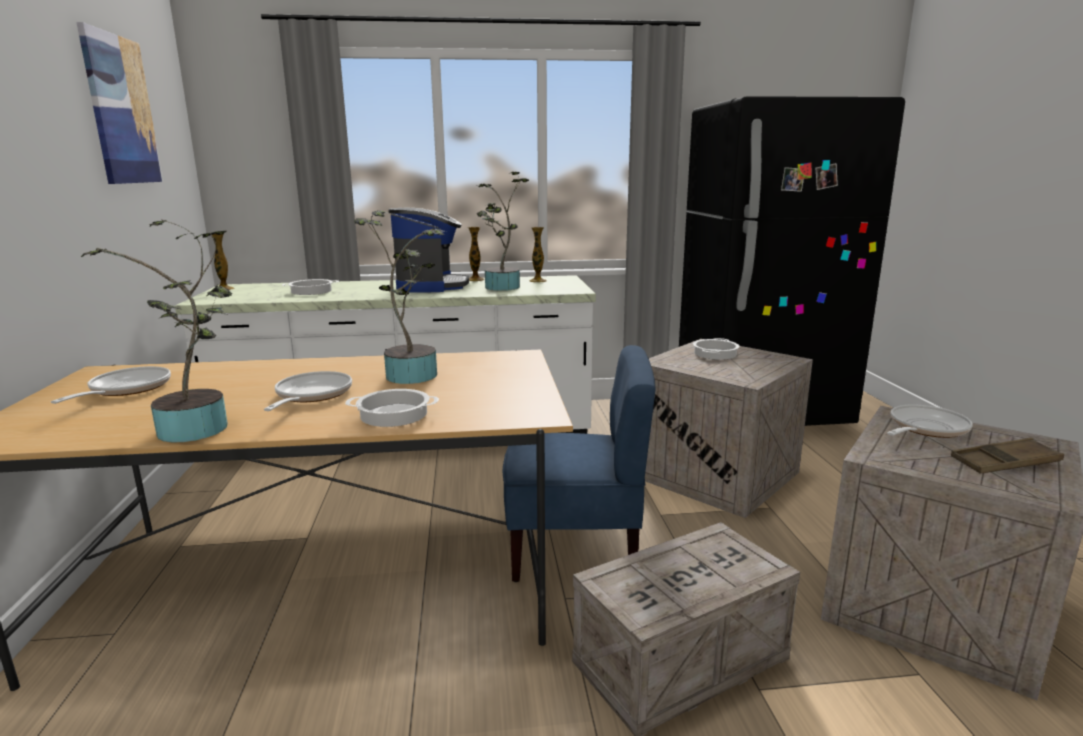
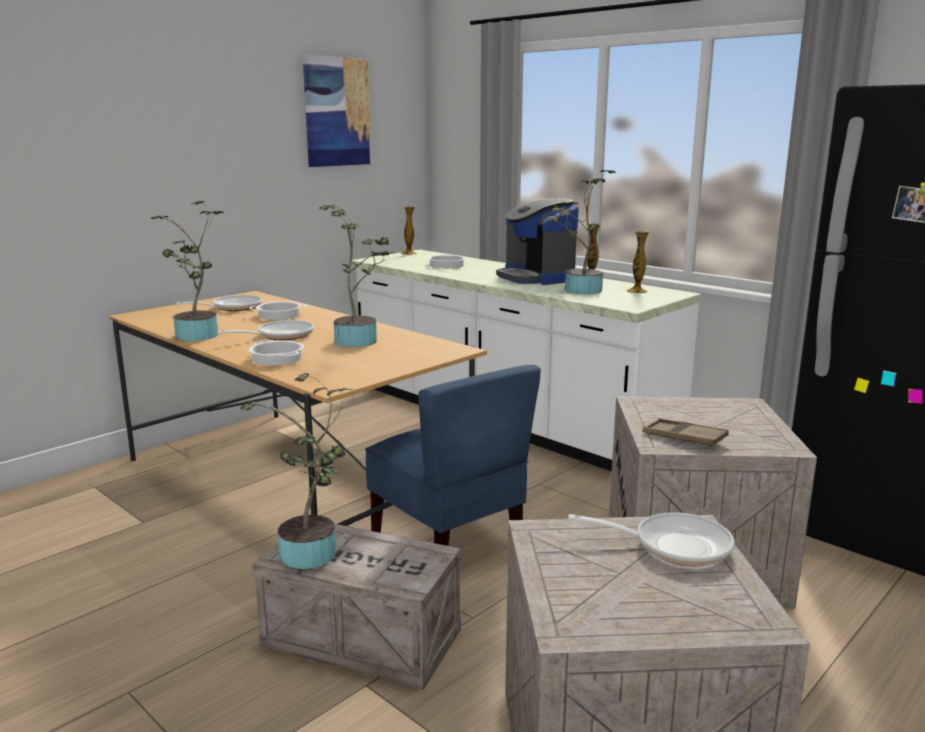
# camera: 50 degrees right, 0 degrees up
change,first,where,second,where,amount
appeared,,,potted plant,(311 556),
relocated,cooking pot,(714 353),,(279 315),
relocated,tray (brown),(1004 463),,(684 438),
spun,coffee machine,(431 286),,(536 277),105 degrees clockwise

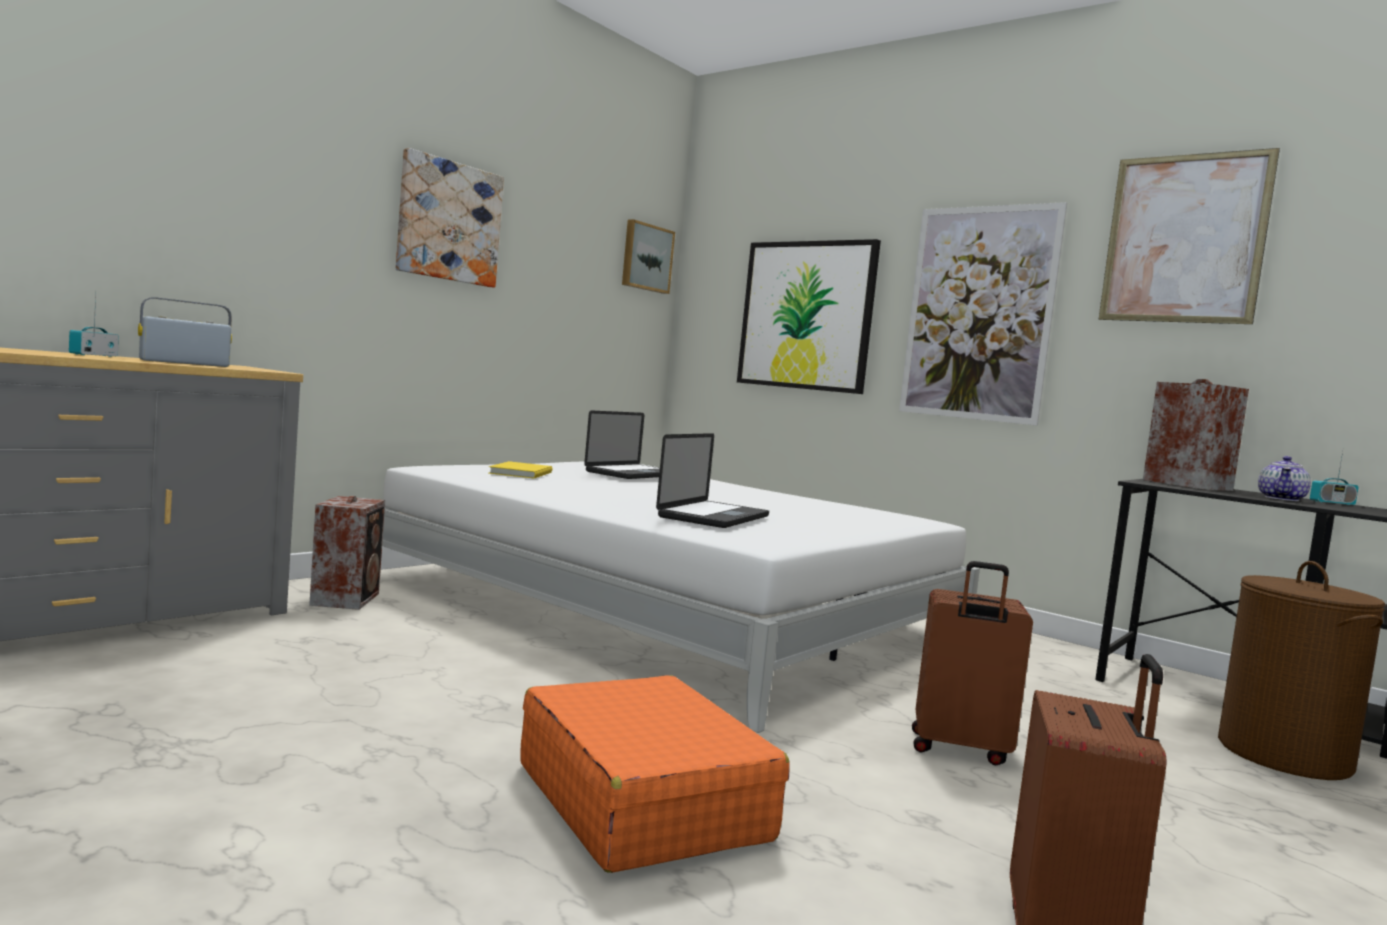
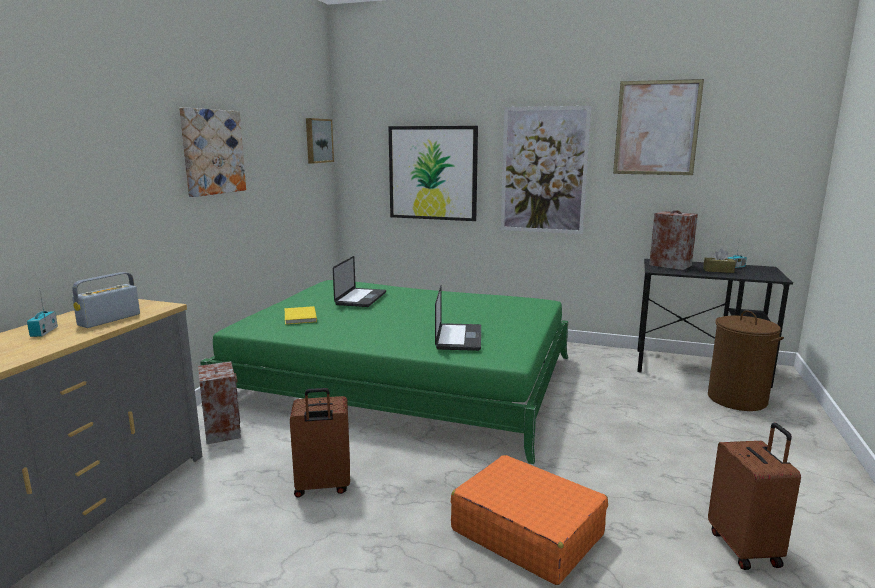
# camera: 20 degrees left, 10 degrees up
change,first,where,second,where,amount
relocated,suitcase (brown),(959 750),,(322 486),
exchanged,teapot,(1282 499),tissue box (brown),(718 270),
colour,bed (white),(662 607),bed (green),(403 379),

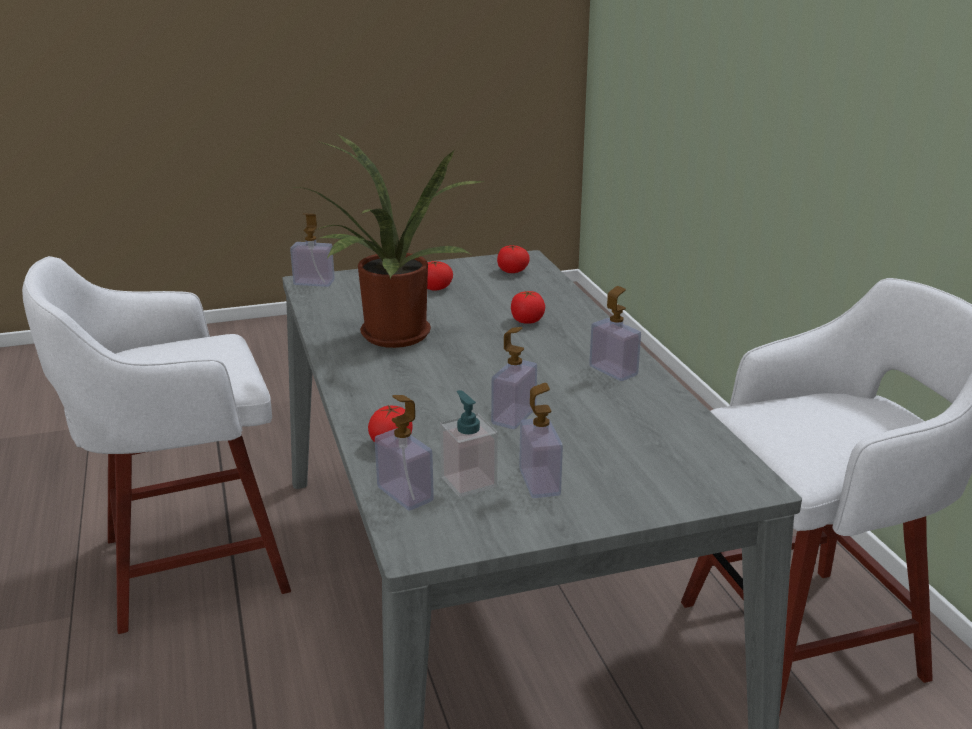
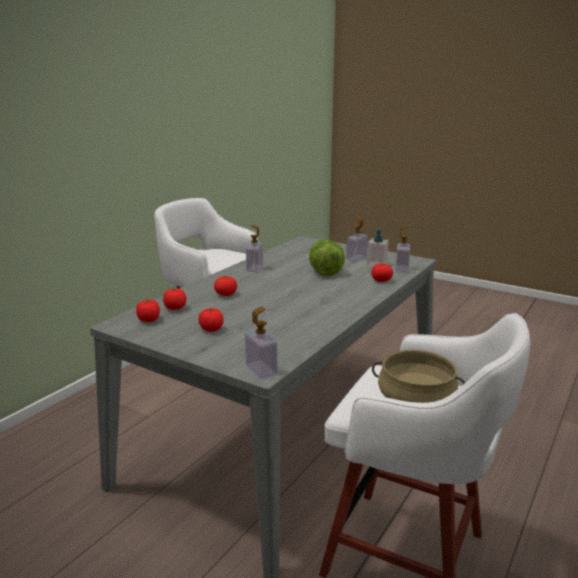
# camera: 130 degrees left, 5 degrees down
change,first,where,second,where,amount
missing,potted plant,(391 338),,,
appeared,,,tomato,(175 308),
appeared,,,cooking pot (beige),(415 401),
exchanged,soap dispenser,(514 416),lettuce,(324 271),

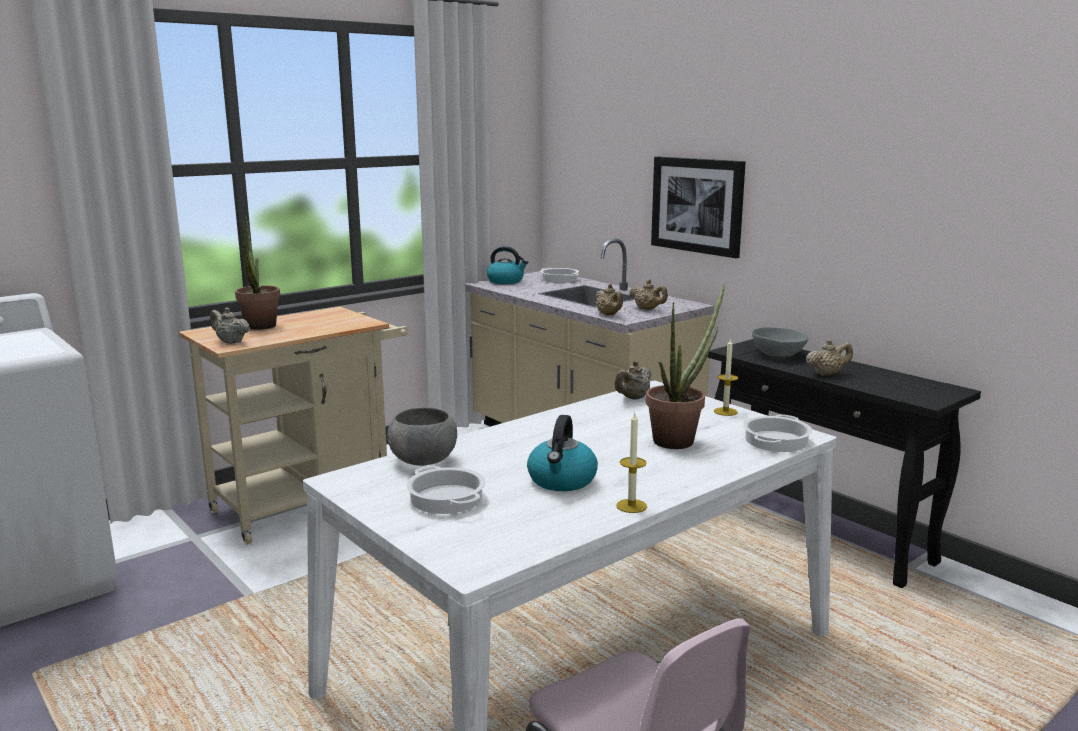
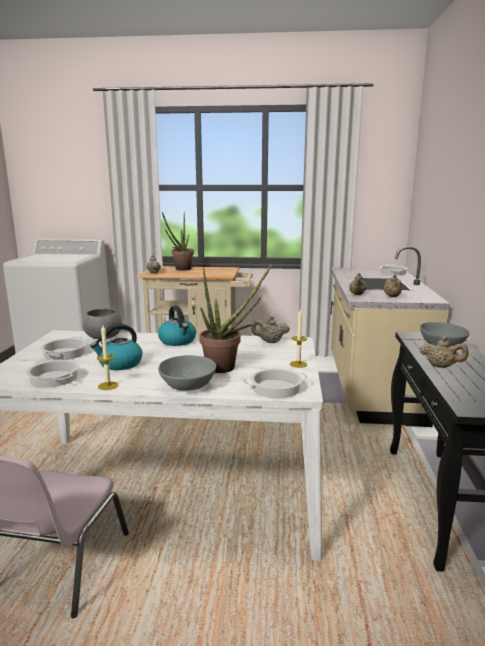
# camera: 45 degrees right, 0 degrees up
change,first,where,second,where,amount
missing,picture,(697 205),,,
appeared,,,cooking pot,(53 378),
appeared,,,bowl (grey),(188 386),
relocated,kettle,(506 281),,(178 341),

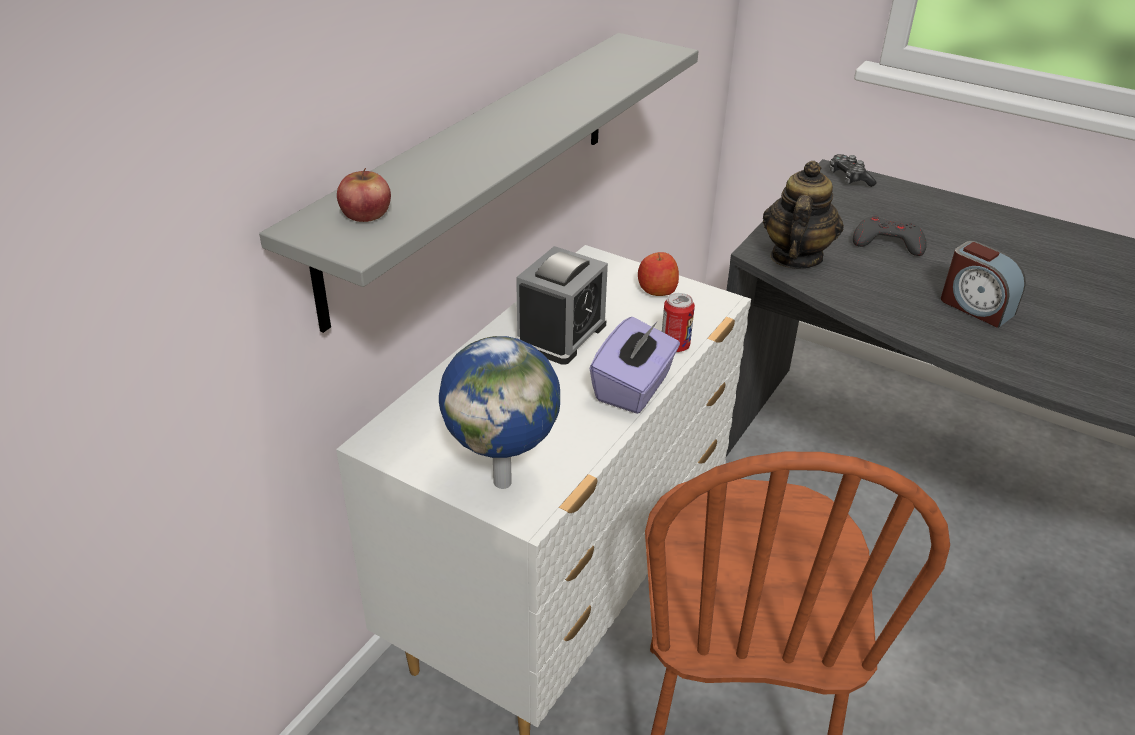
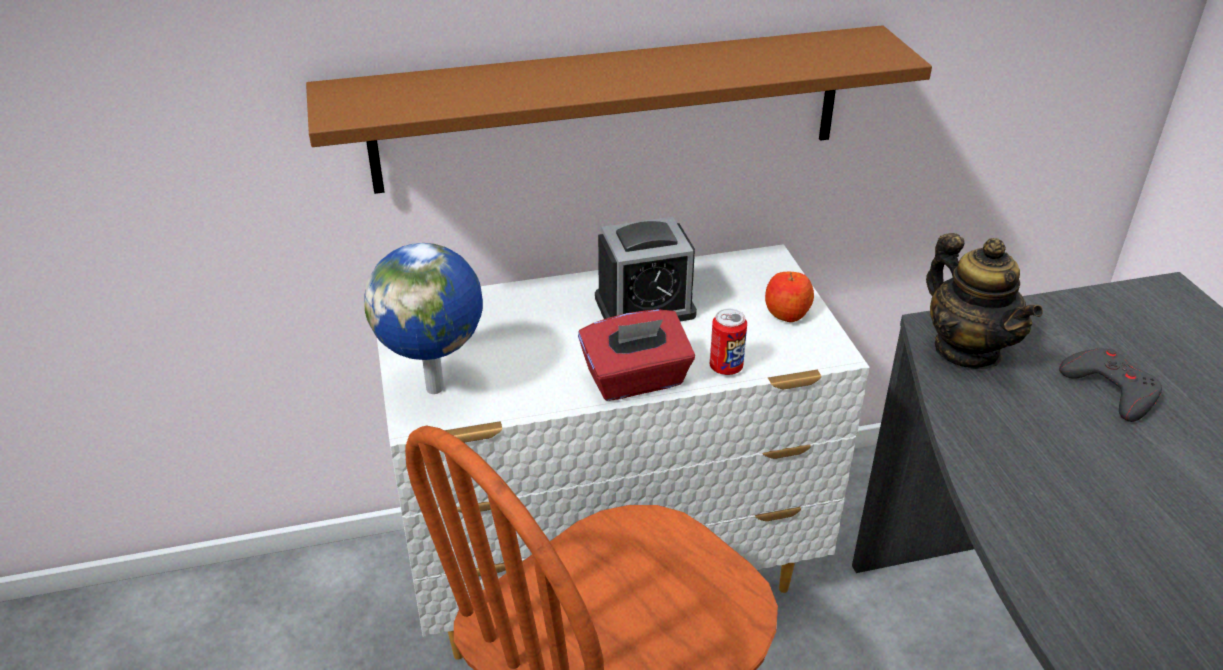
# camera: 45 degrees right, 0 degrees up
change,first,where,second,where,amount
missing,apple,(366 213),,,
missing,game controller,(849 178),,,
missing,alarm clock,(975 307),,,
colour,shelf (grey),(477 168),shelf (brown),(610 109),
colour,tissue box (purple),(634 388),tissue box (red),(636 380),
spun,teapot,(795 257),,(967 350),90 degrees clockwise

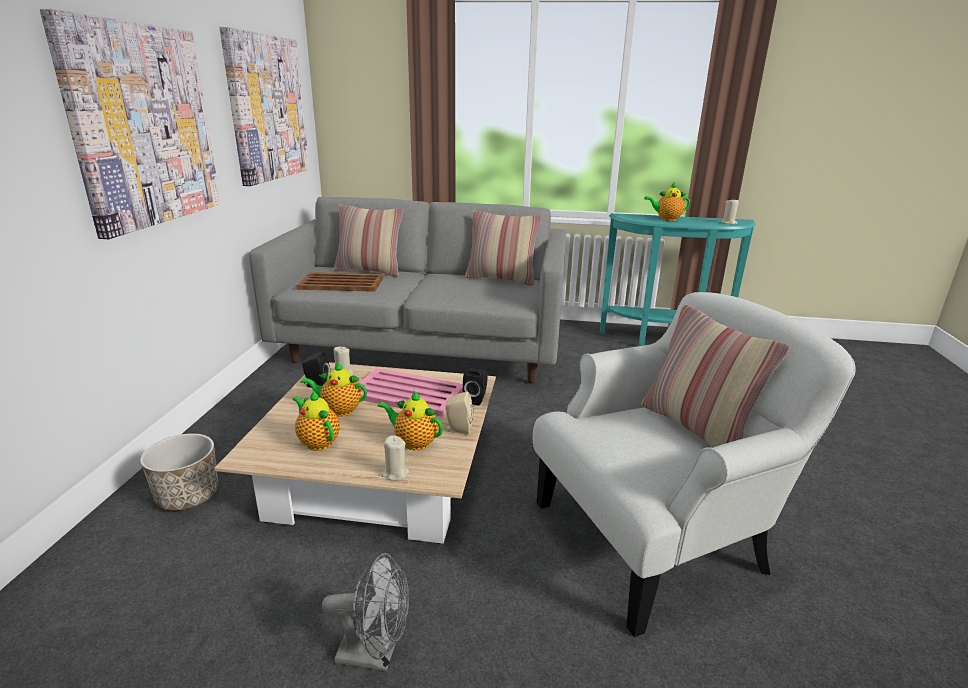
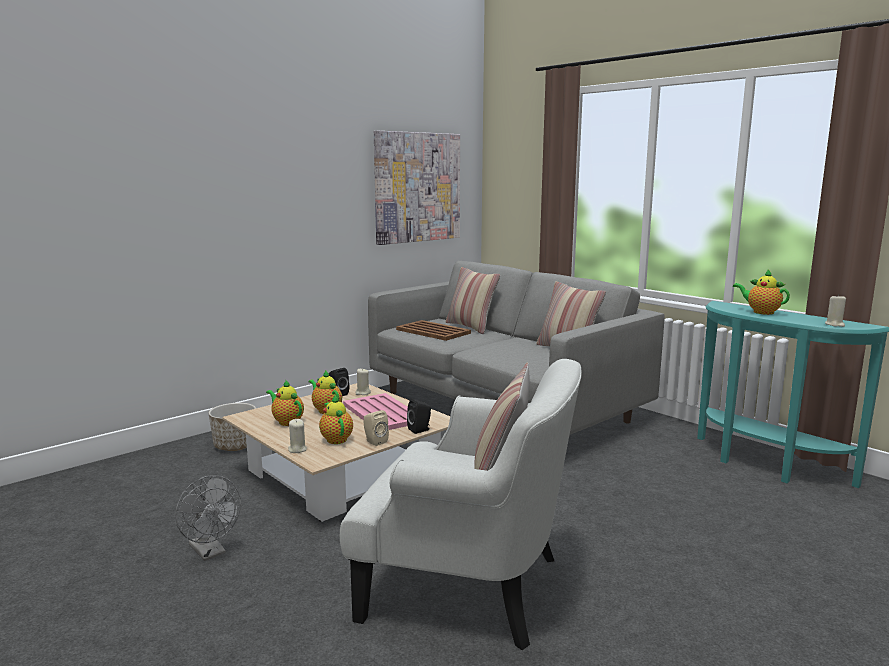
# camera: 40 degrees right, 10 degrees down
change,first,where,second,where,amount
missing,picture,(143 126),,,
spun,teapot,(317 442),,(287 421),45 degrees counterclockwise

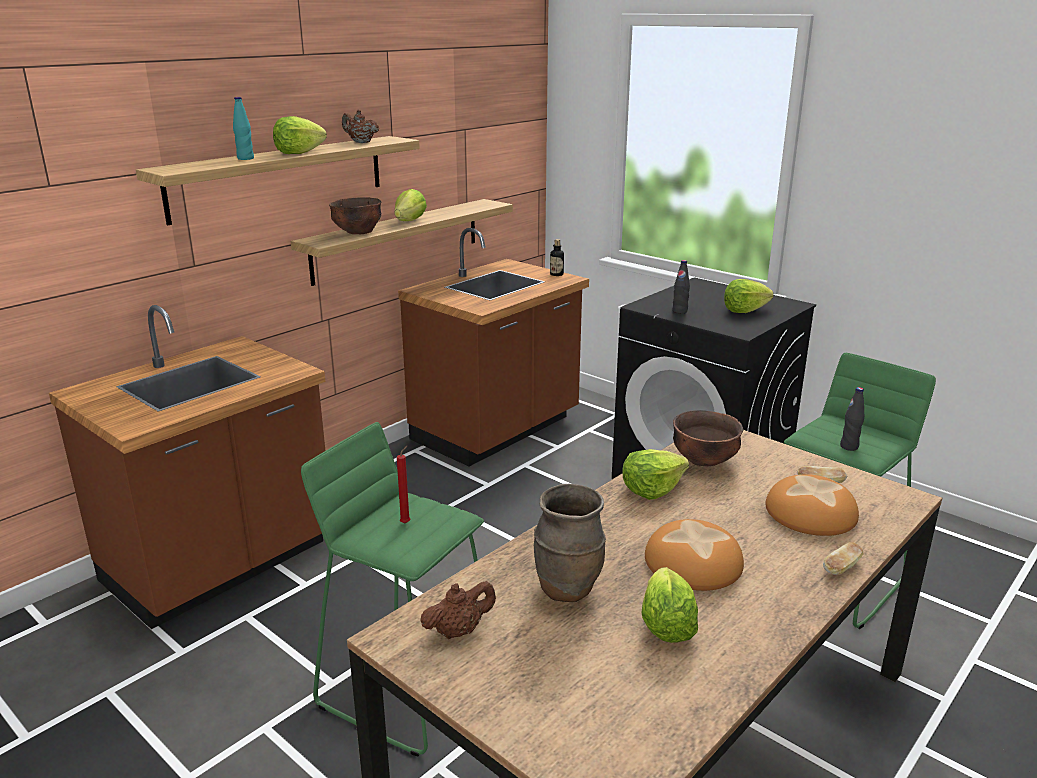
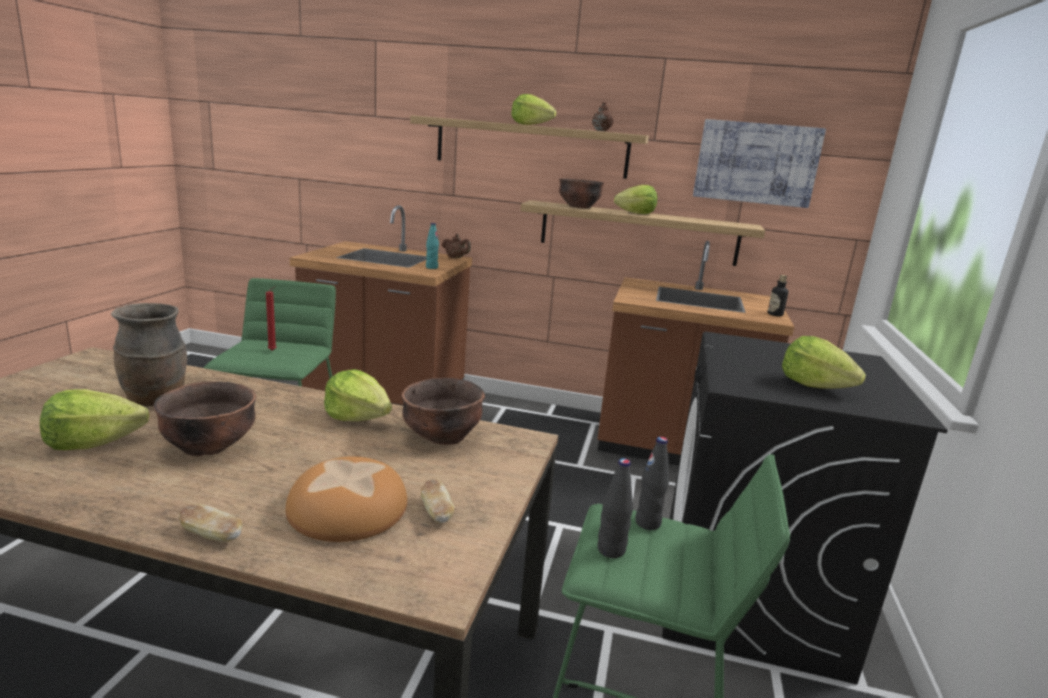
# camera: 60 degrees right, 5 degrees down
change,first,where,second,where,amount
appeared,,,picture,(756 163),
relocated,bottle (turquoise),(245 158),,(431 267),
relocated,teapot (brown),(459 631),,(456 258),
relocated,bottle (black),(679 311),,(648 523),
exchanged,bread,(692 563),bowl (brown),(209 446),

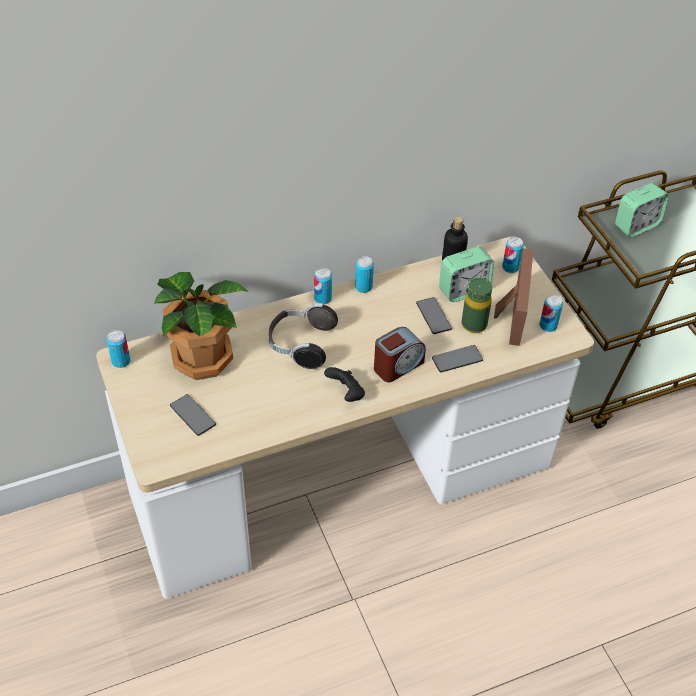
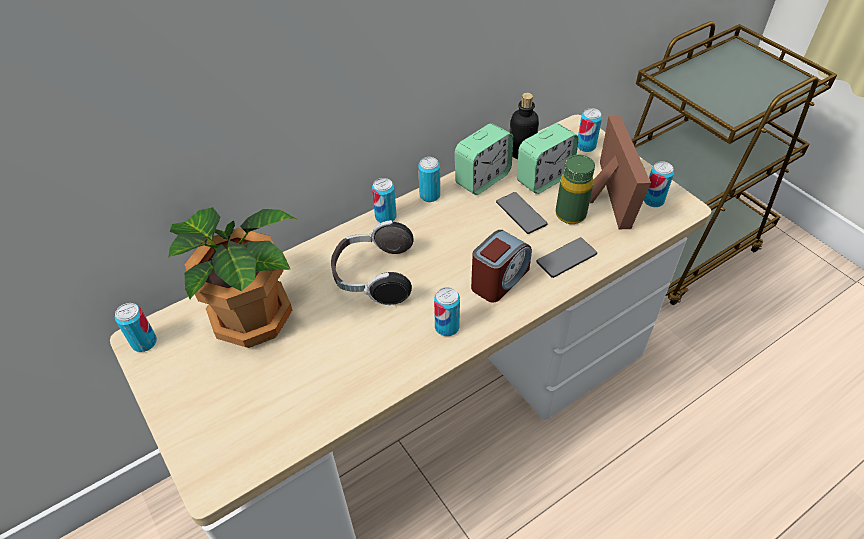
# camera: 10 degrees left, 0 degrees up
change,first,where,second,where,amount
missing,phone,(193 415),,,
relocated,alarm clock,(637 226),,(482 179),
exchanged,game controller (black),(346 393),can,(447 327),

